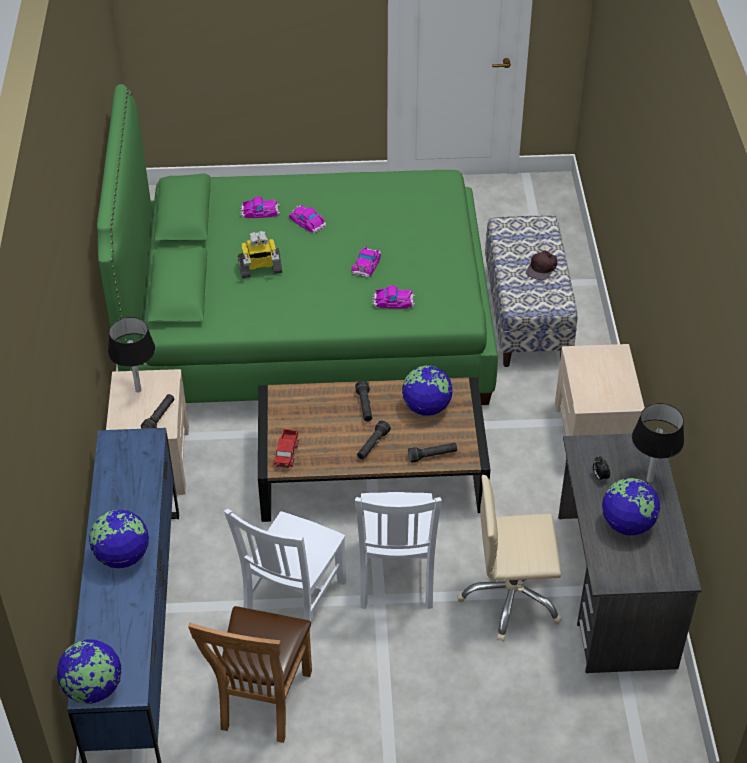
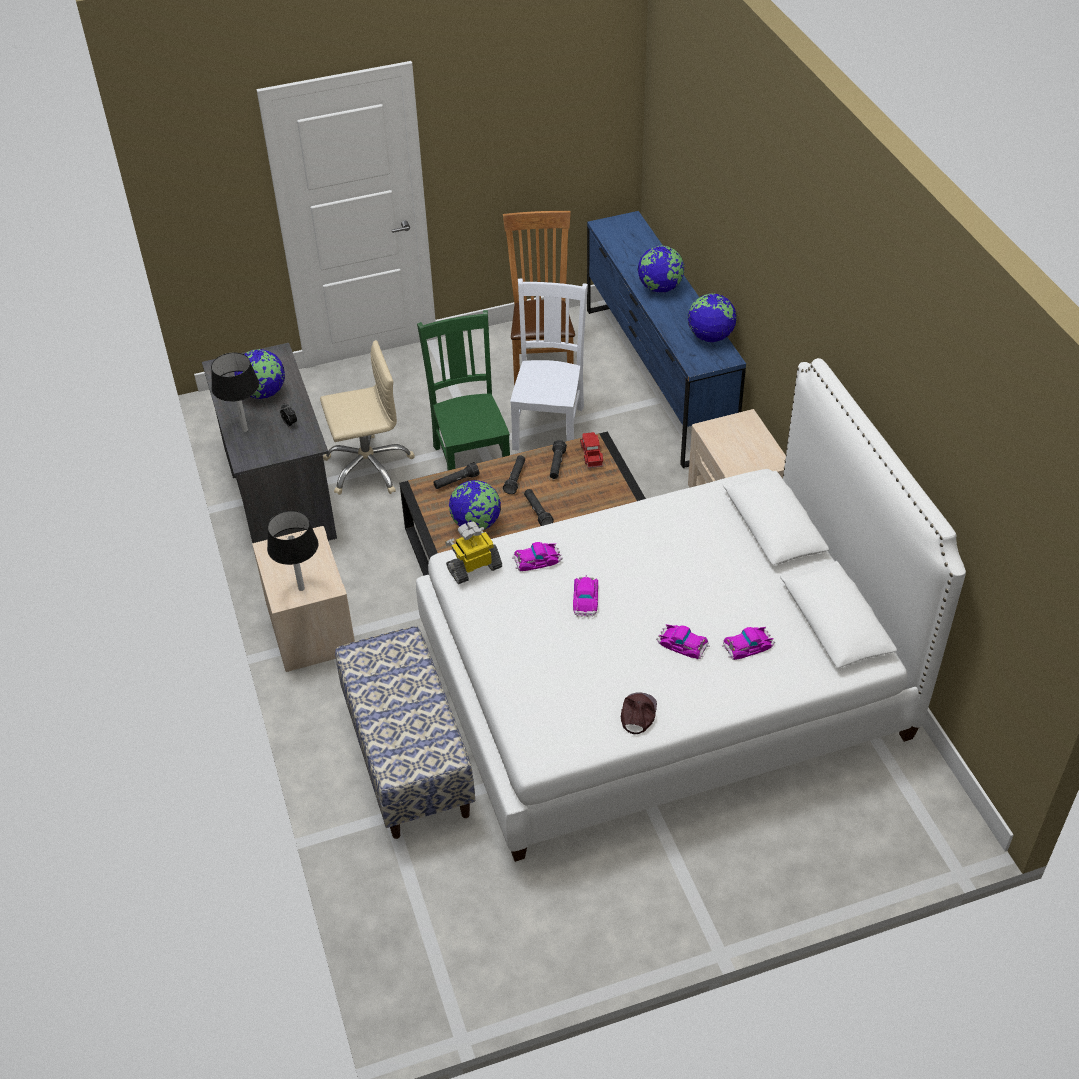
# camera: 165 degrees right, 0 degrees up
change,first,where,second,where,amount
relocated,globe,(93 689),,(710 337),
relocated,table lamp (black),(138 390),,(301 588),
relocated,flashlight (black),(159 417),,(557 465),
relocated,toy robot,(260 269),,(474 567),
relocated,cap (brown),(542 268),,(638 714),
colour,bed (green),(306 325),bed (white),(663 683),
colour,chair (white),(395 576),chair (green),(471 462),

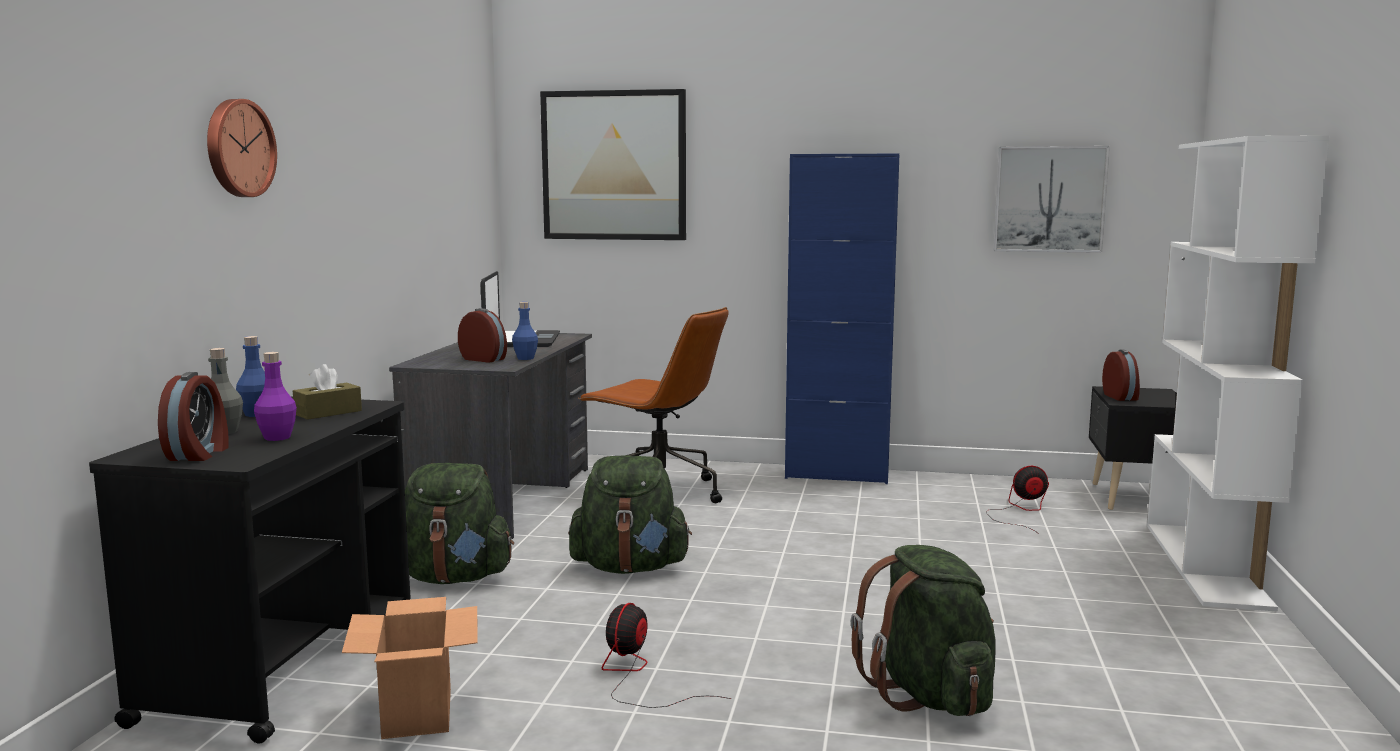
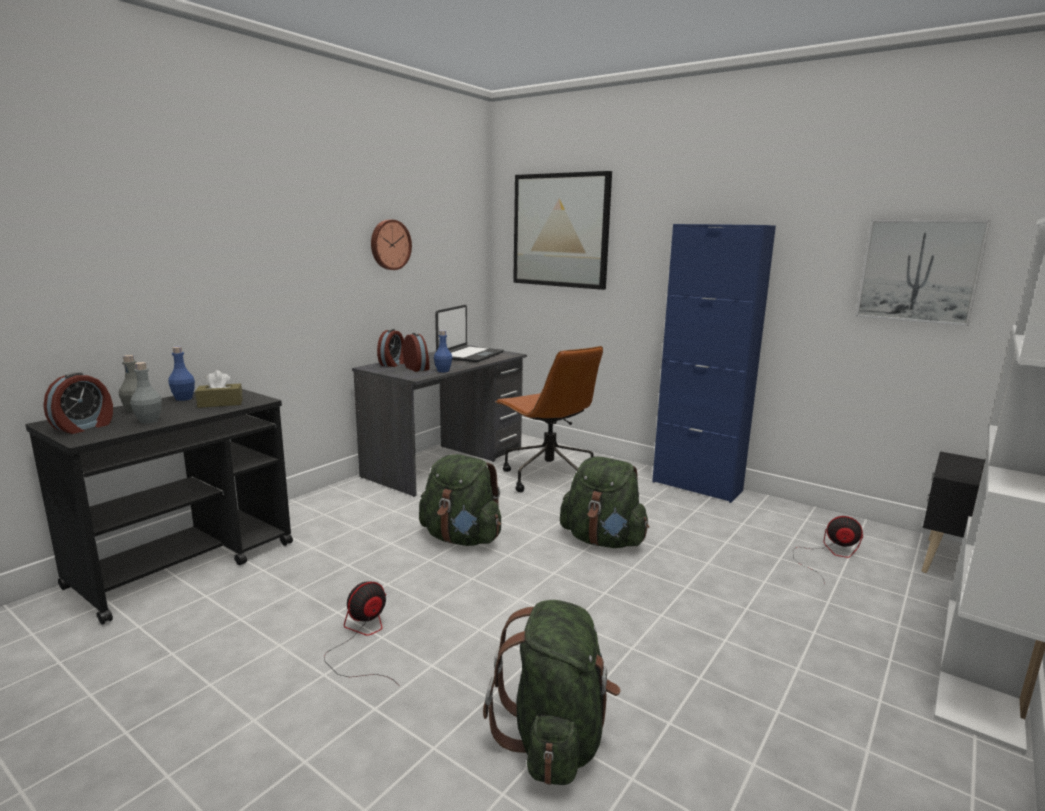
# camera: 25 degrees right, 5 degrees up
change,first,where,second,where,amount
missing,cardboard box,(417 712),,,
relocated,wall clock,(238 148),,(389 244),
relocated,backpack (green),(453 578),,(603 540),
relocated,alarm clock,(1121 397),,(393 364),
colour,bottle (purple),(277 437),bottle (grey),(149 421),

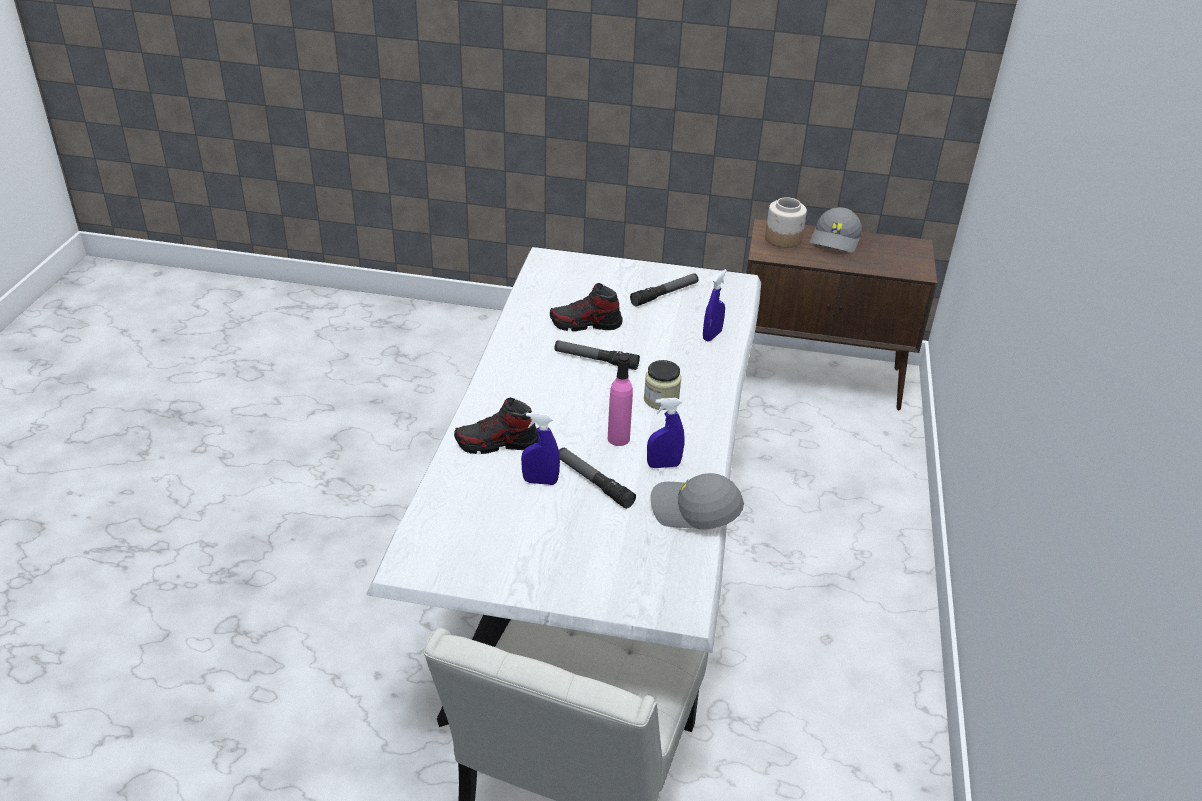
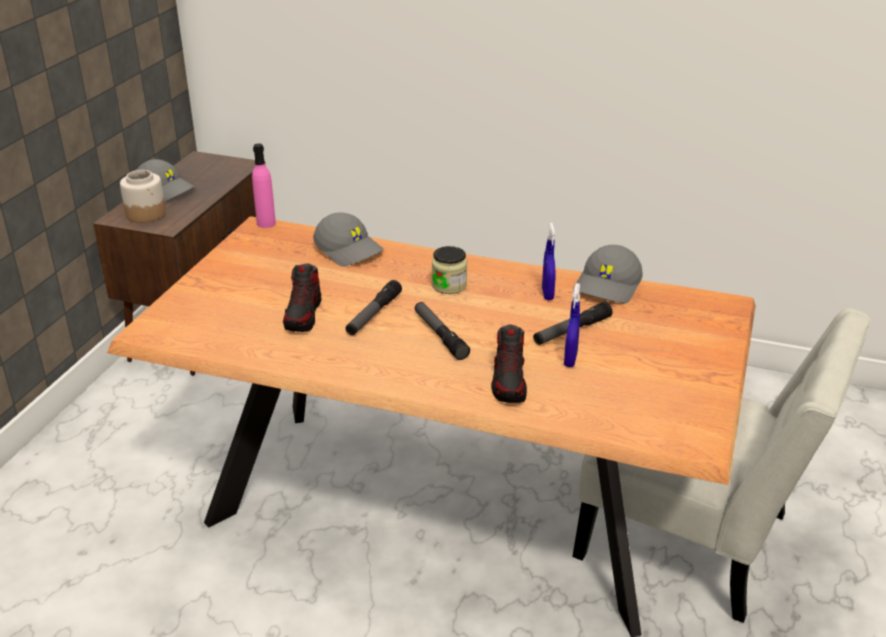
# camera: 80 degrees left, 5 degrees down
change,first,where,second,where,amount
relocated,bottle (pink),(618 439),,(266 223),
relocated,flashlight,(664 294),,(440 335),
exchanged,spray bottle (blue),(712 335),cap (grey),(349 250),
colour,dining table (white),(592 571),dining table (brown),(442 506),

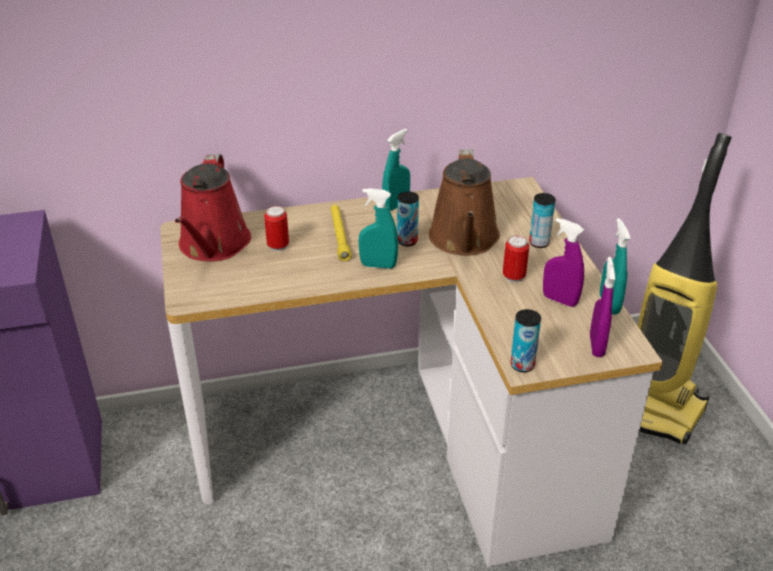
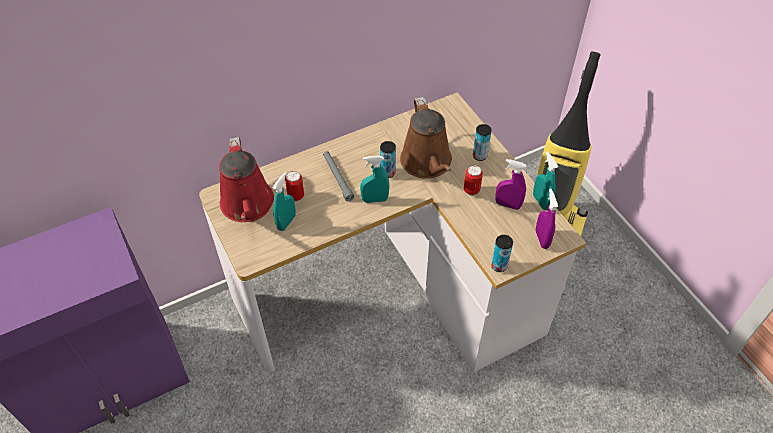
# camera: 15 degrees left, 15 degrees up
change,first,where,second,where,amount
relocated,spray bottle (turquoise),(396 205),,(286 222),
colour,flashlight (yellow),(339 236),flashlight (grey),(337 178),

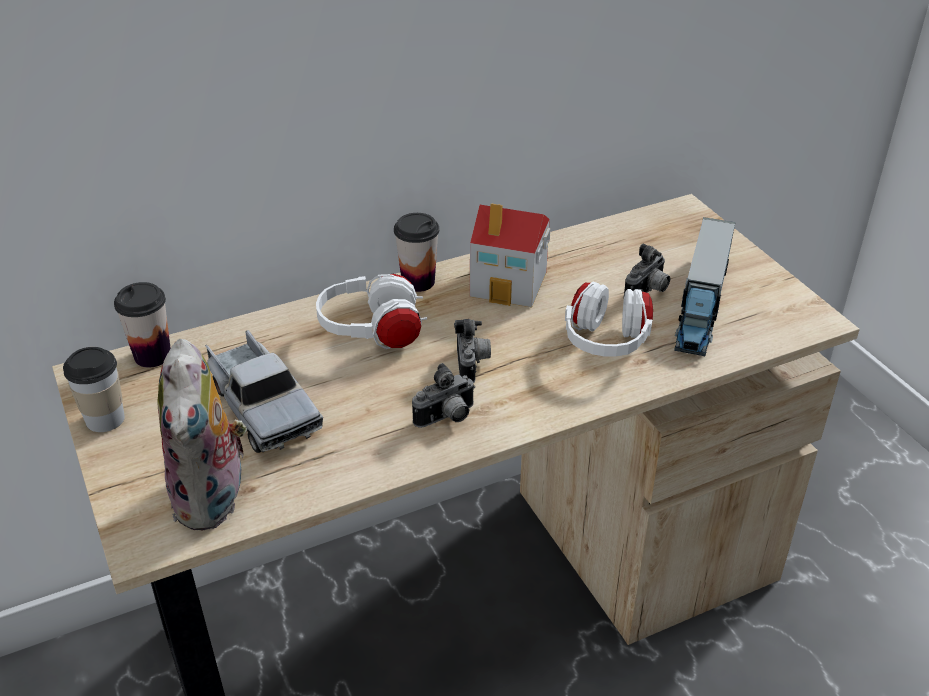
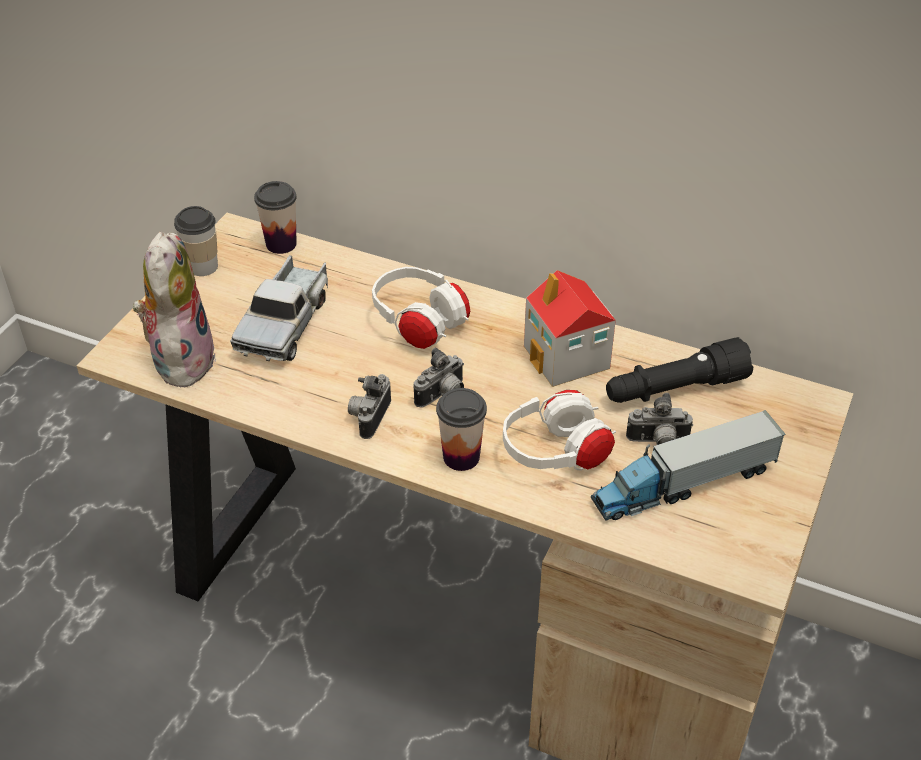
# camera: 50 degrees right, 5 degrees up
change,first,where,second,where,amount
appeared,,,flashlight (black),(674 389),
relocated,cup,(418 282),,(461 457),
spun,plush toy,(214 499),,(181 359),135 degrees clockwise
spun,photo camera,(447 418),,(369 417),90 degrees clockwise

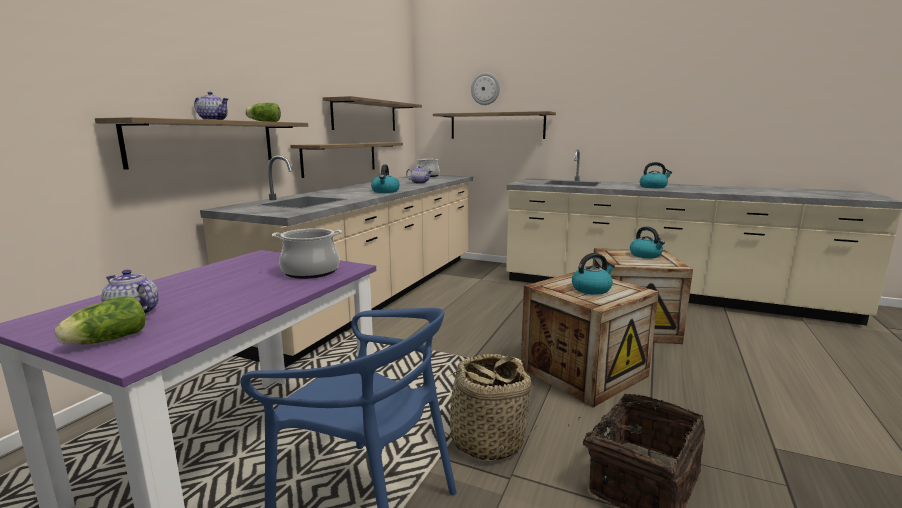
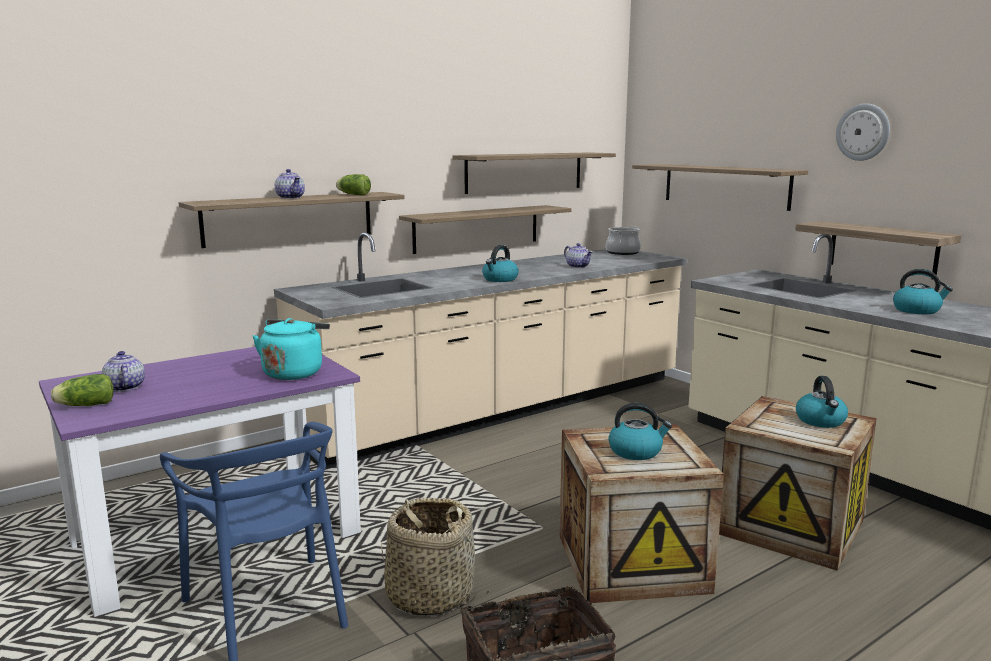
# camera: 30 degrees right, 0 degrees up
change,first,where,second,where,amount
appeared,,,shelf,(882 249),
relocated,wall clock,(485 89),,(863 132),
exchanged,cooking pot,(311 271),kettle (turquoise),(294 373),

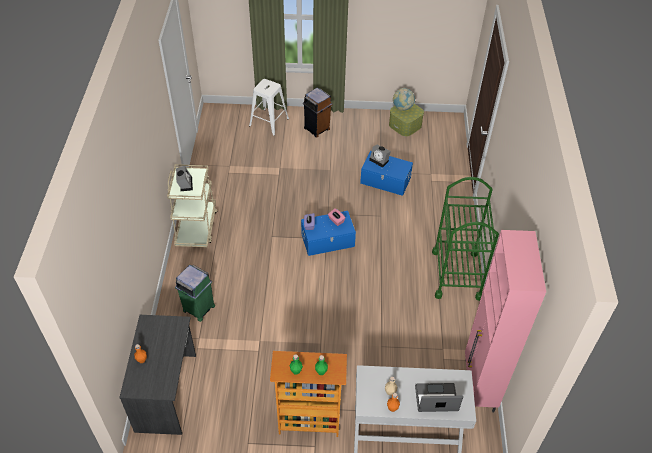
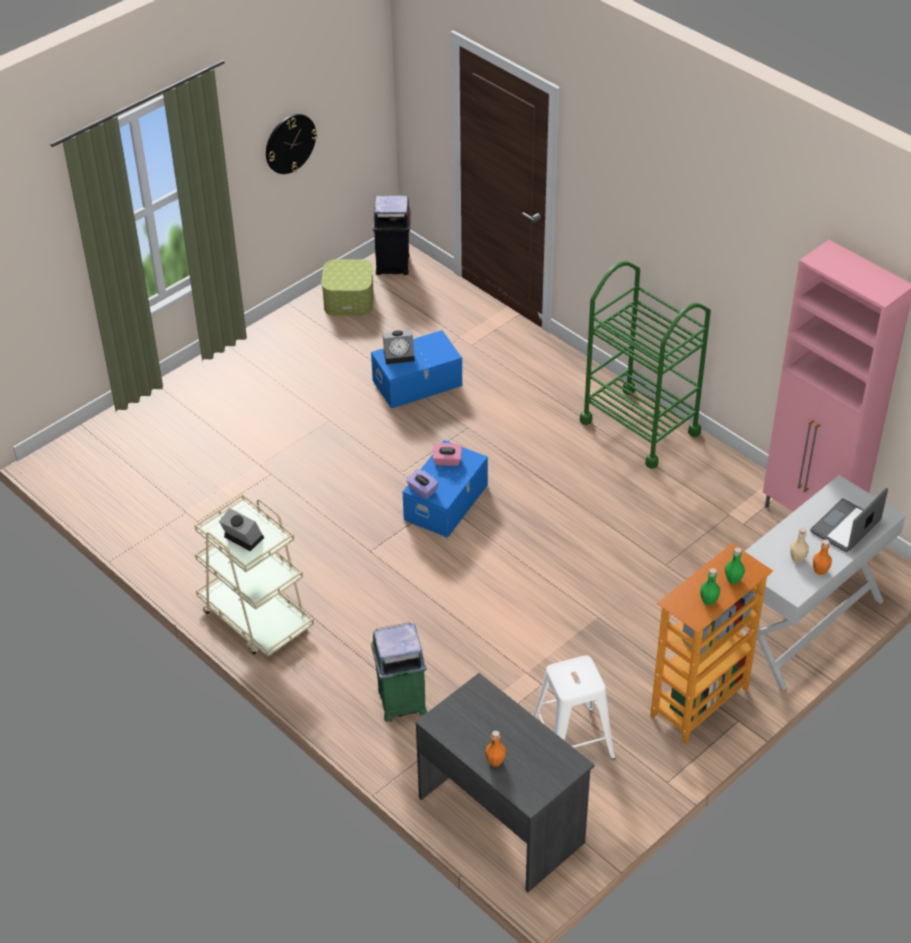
# camera: 45 degrees left, 5 degrees down
change,first,where,second,where,amount
missing,globe,(402 107),,,
appeared,,,wall clock,(290 143),
relocated,stool (white),(269 122),,(573 741),
relocated,trash can (brown),(317 129),,(393 265),

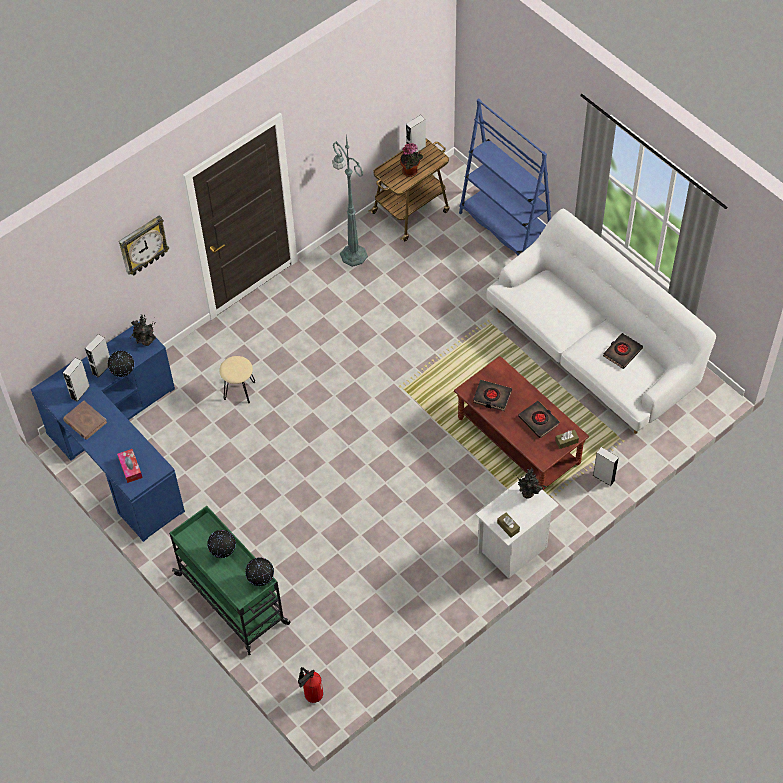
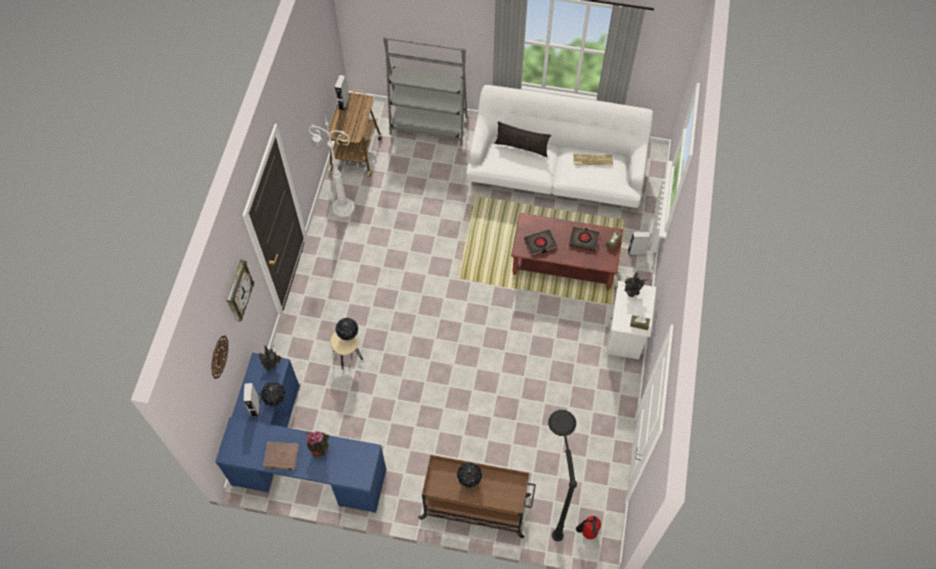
# camera: 40 degrees left, 5 degrees up
change,first,where,second,where,amount
missing,speaker (grey),(80 392),,,
missing,tissue box,(130 468),,,
appeared,,,wall clock,(219 356),
appeared,,,pillow,(521 147),
appeared,,,floor lamp (black),(550 499),
relocated,globe,(261 580),,(348 335),
relocated,potted plant,(411 171),,(320 449),
exchanged,book (black),(622 352),keyboard,(592 160),
colour,cart (green),(233 600),cart (brown),(476 507),
colour,floor lamp (green),(353 254),floor lamp (white),(342 207),
colour,bookcase (blue),(505 227),bookcase (grey),(428 126),

